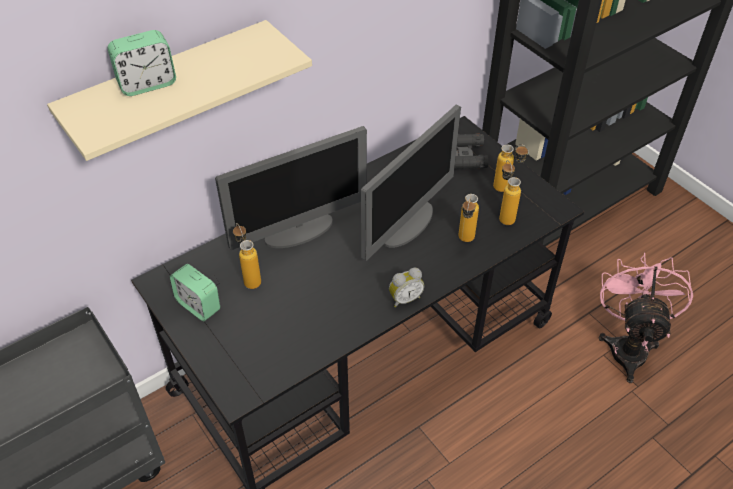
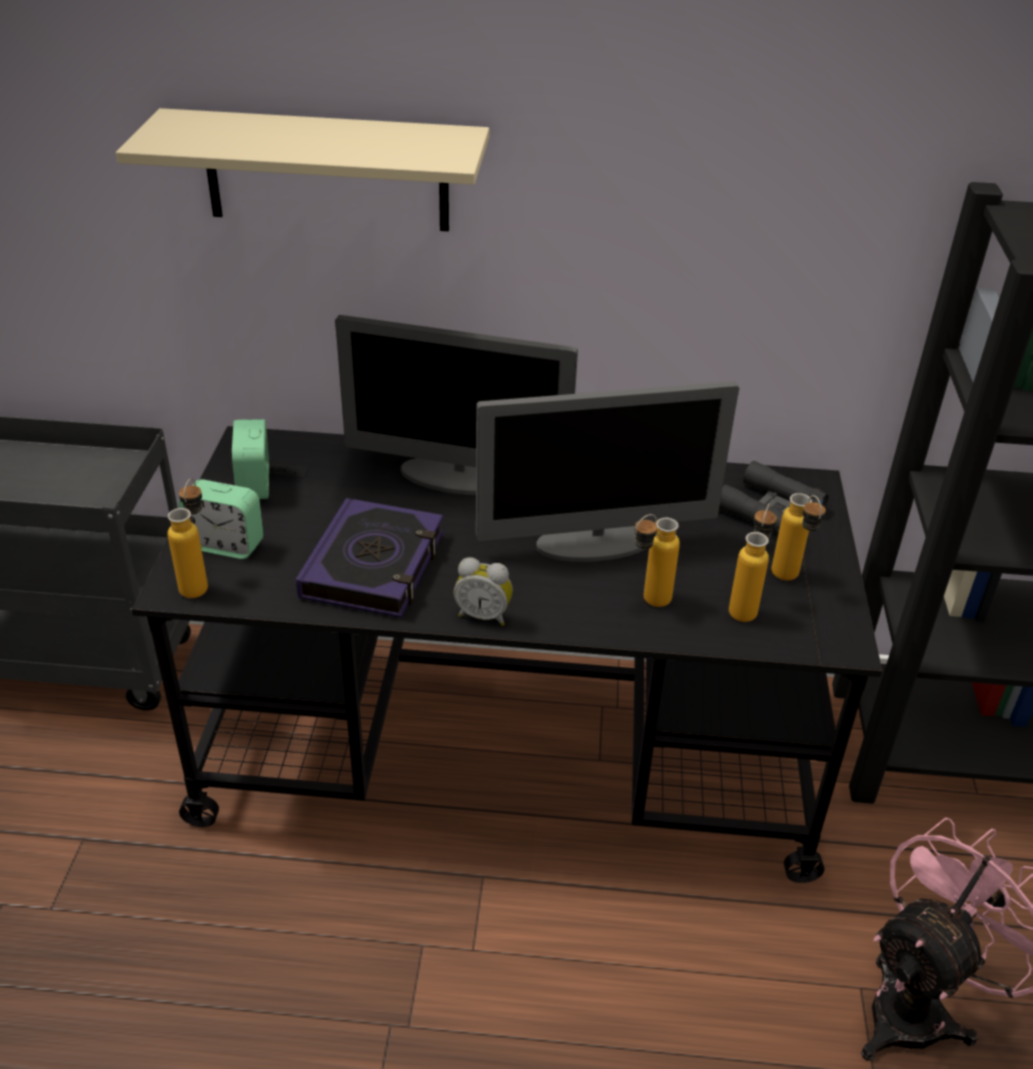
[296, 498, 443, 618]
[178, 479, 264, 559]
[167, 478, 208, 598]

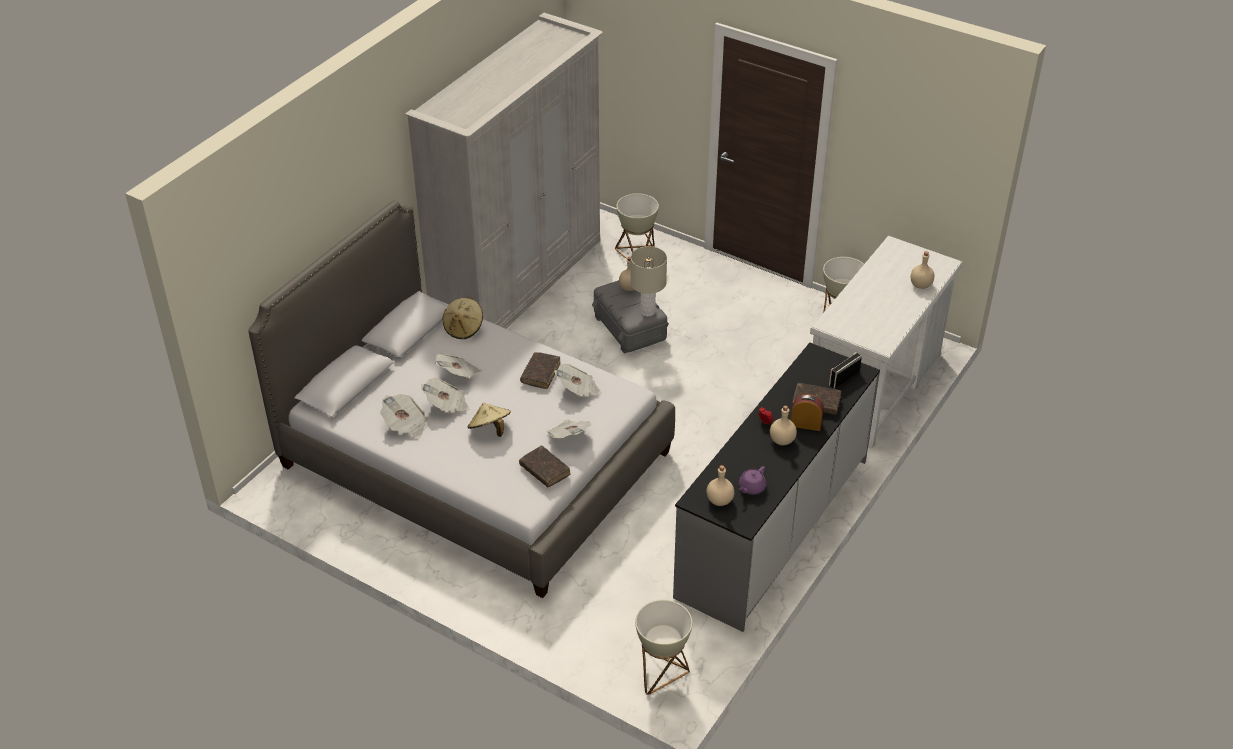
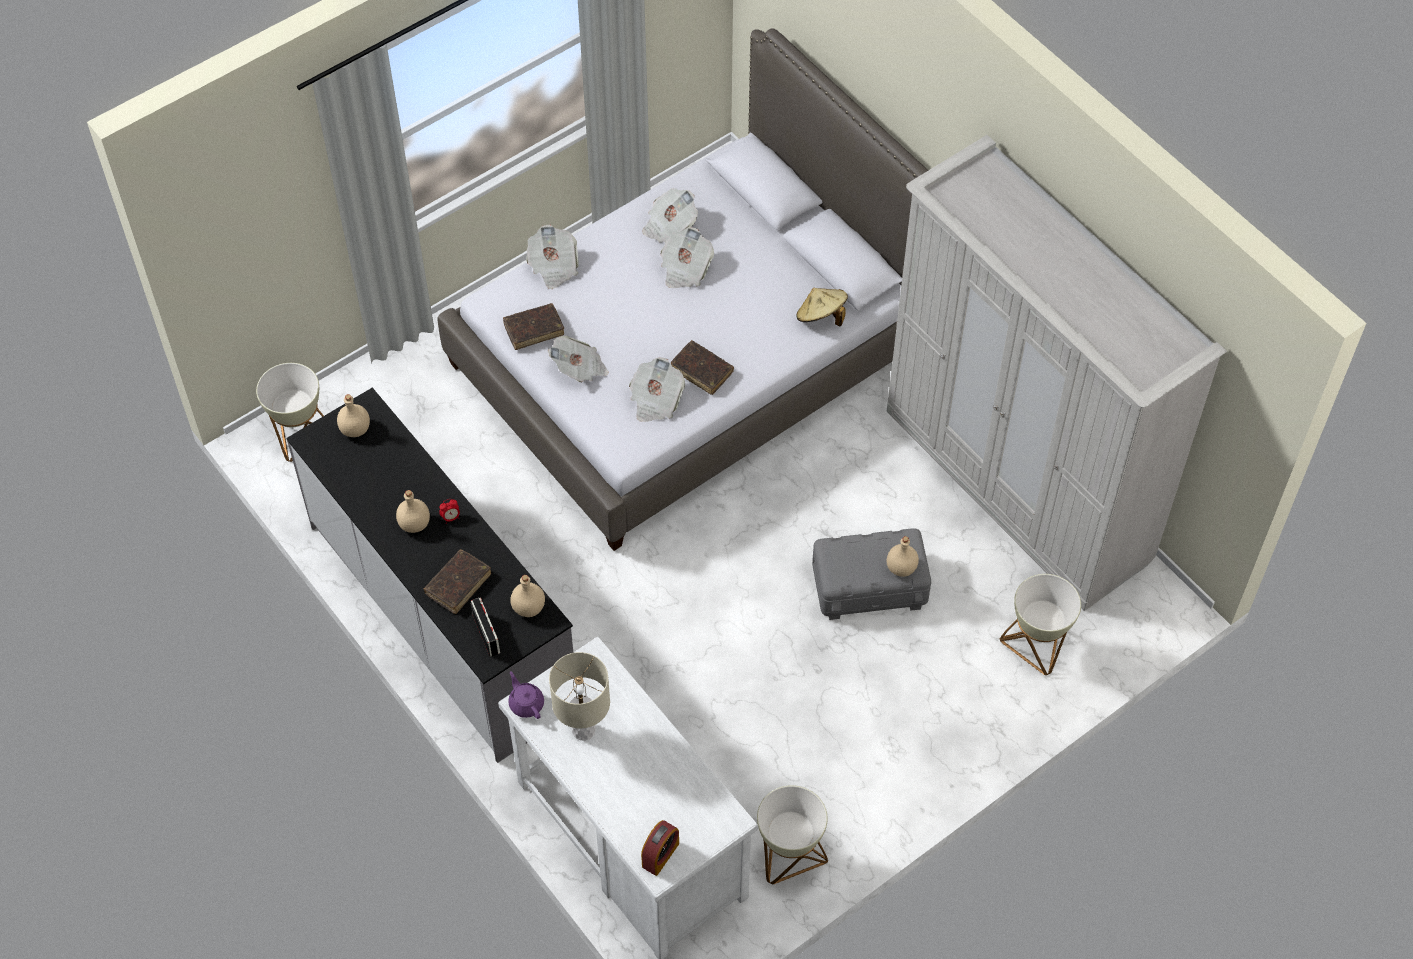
[468, 403, 511, 437] (first image)
[526, 224, 579, 289]
[549, 652, 610, 741]
[508, 672, 544, 719]
[641, 820, 679, 876]
[510, 575, 545, 617]

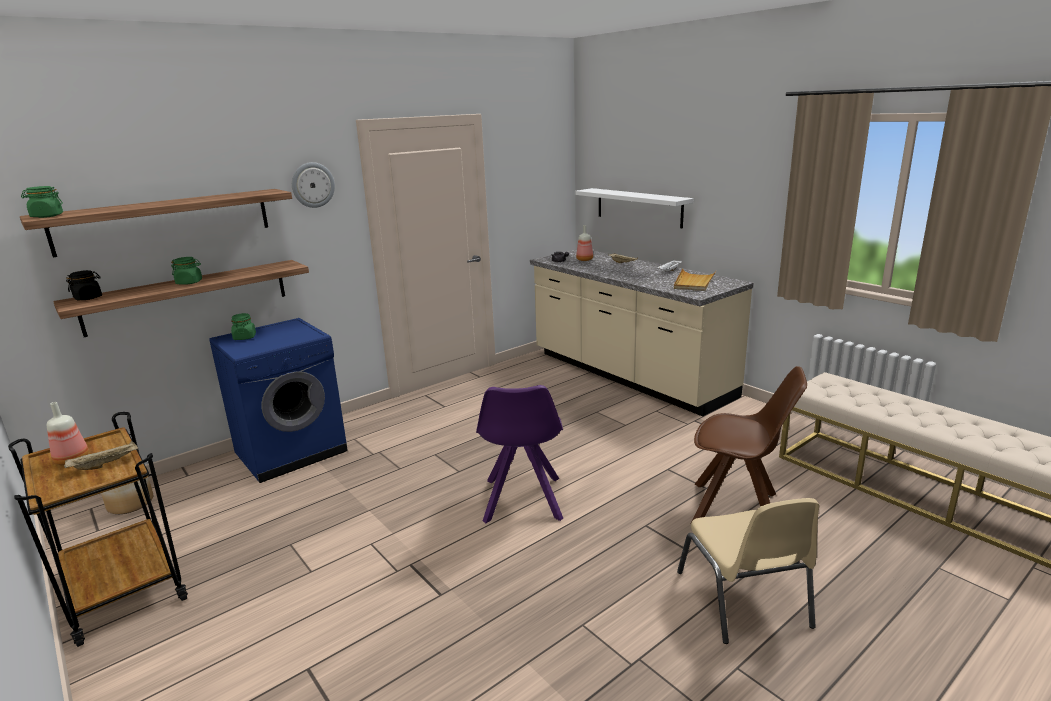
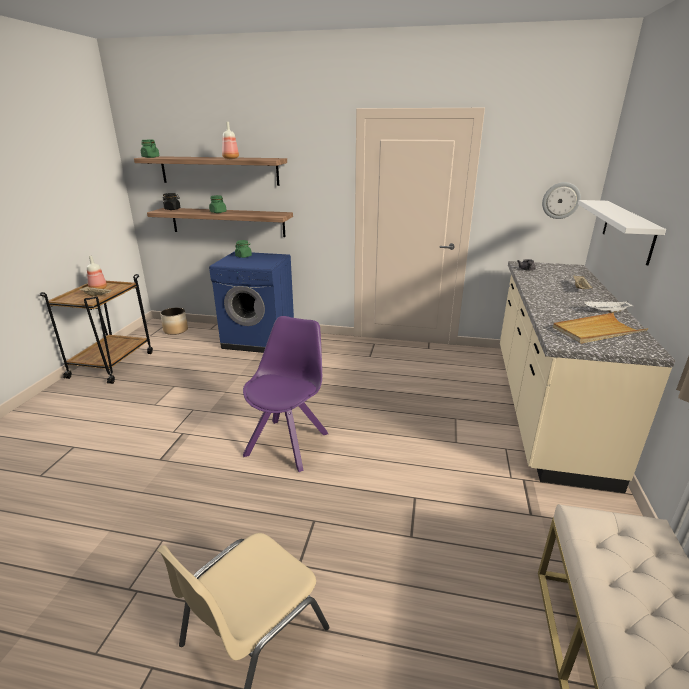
[690, 366, 807, 525] (first image)
[542, 182, 581, 219]
[222, 122, 239, 159]
[243, 316, 328, 472]

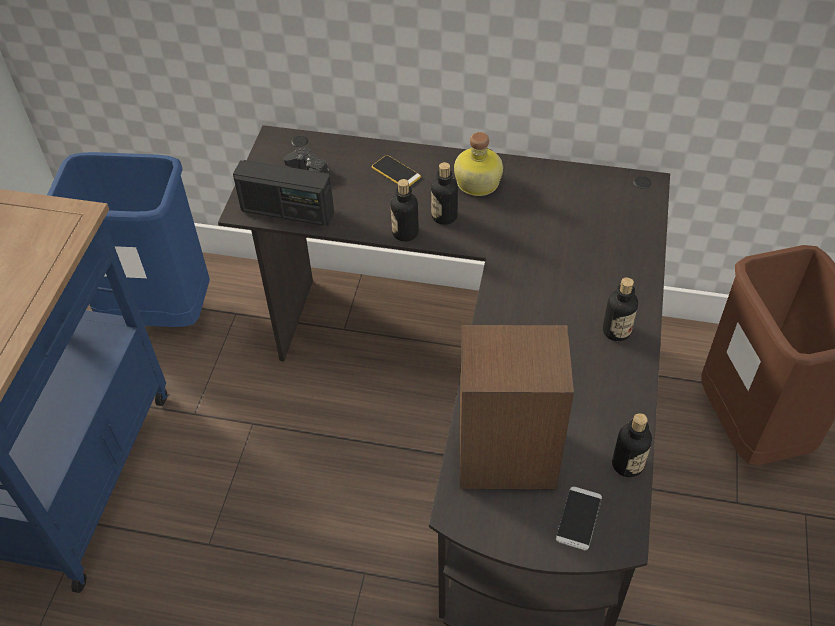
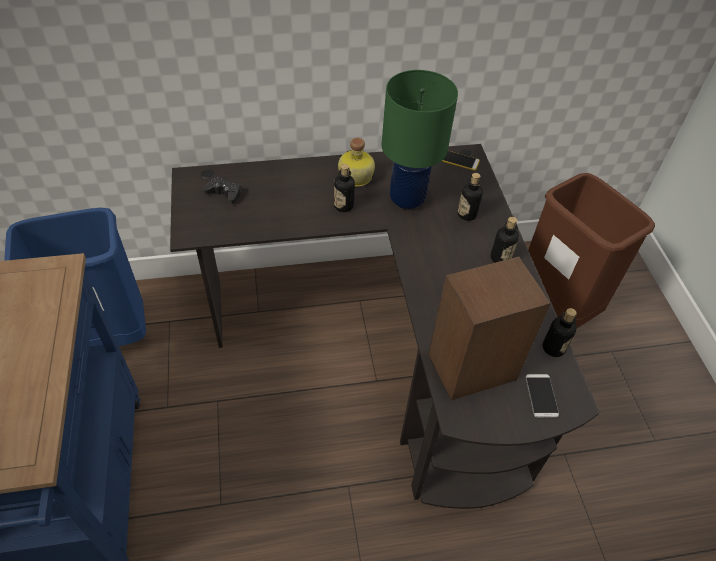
[233, 160, 334, 226] (first image)
[382, 70, 458, 209]
[442, 151, 480, 171]
[458, 173, 483, 221]

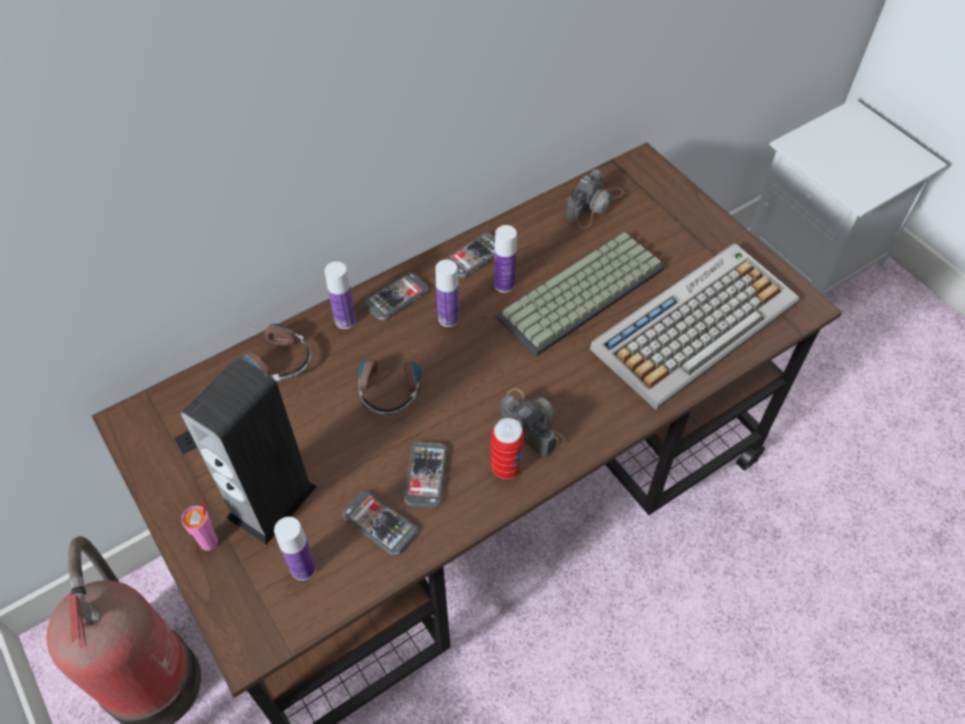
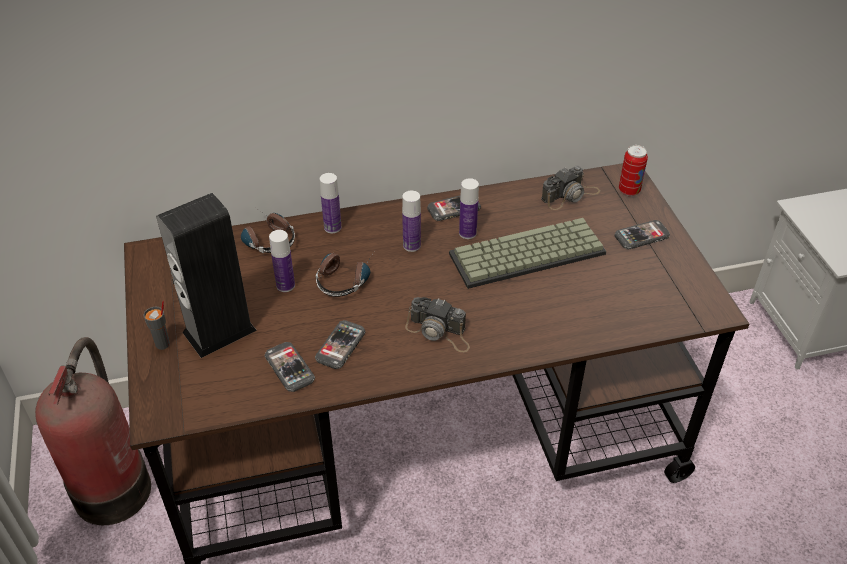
[590, 244, 800, 410] (first image)
[269, 230, 295, 292]
[615, 220, 670, 249]
[619, 145, 648, 196]
[144, 301, 170, 350]
[405, 297, 470, 352]

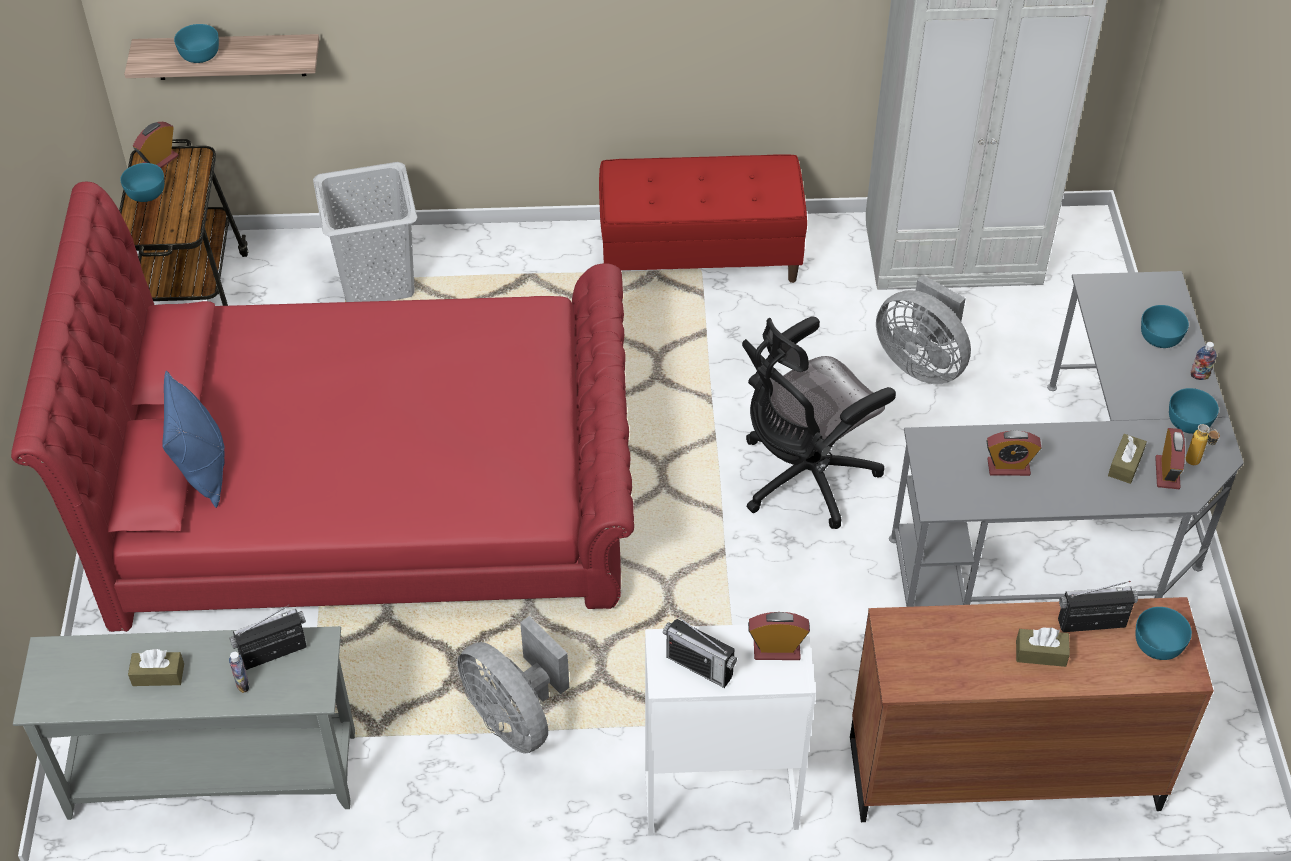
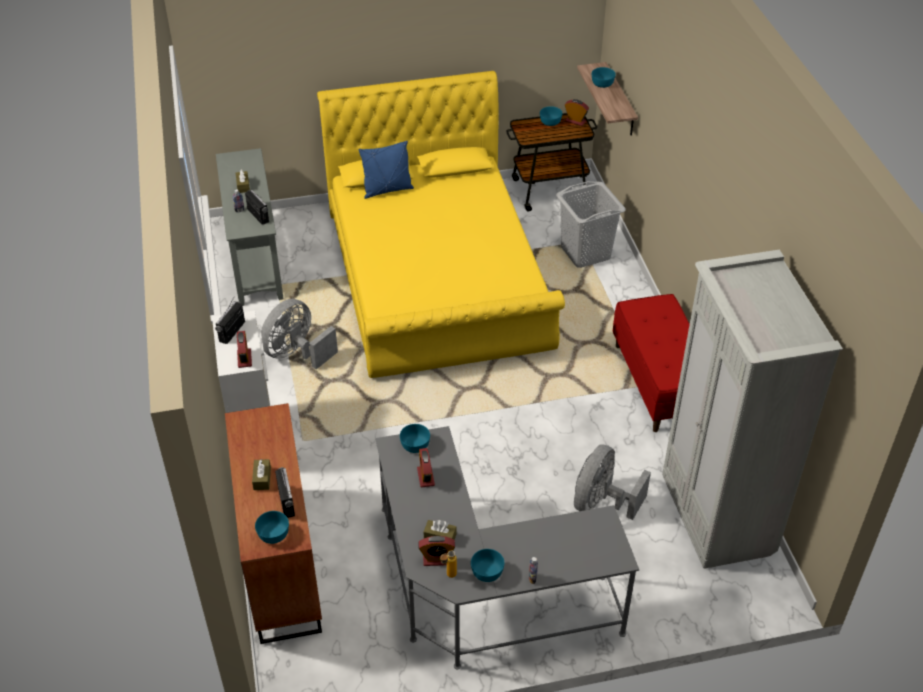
[742, 316, 896, 529] (first image)
[400, 424, 430, 453]
[317, 71, 565, 378]

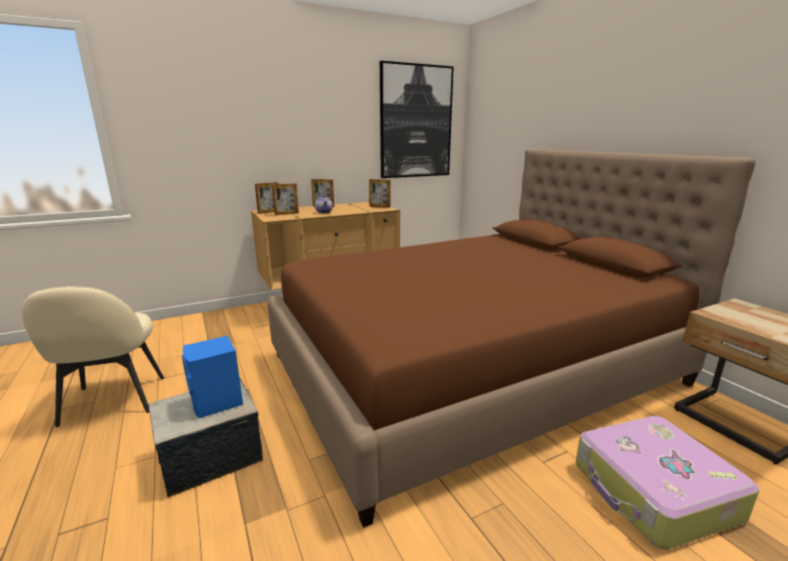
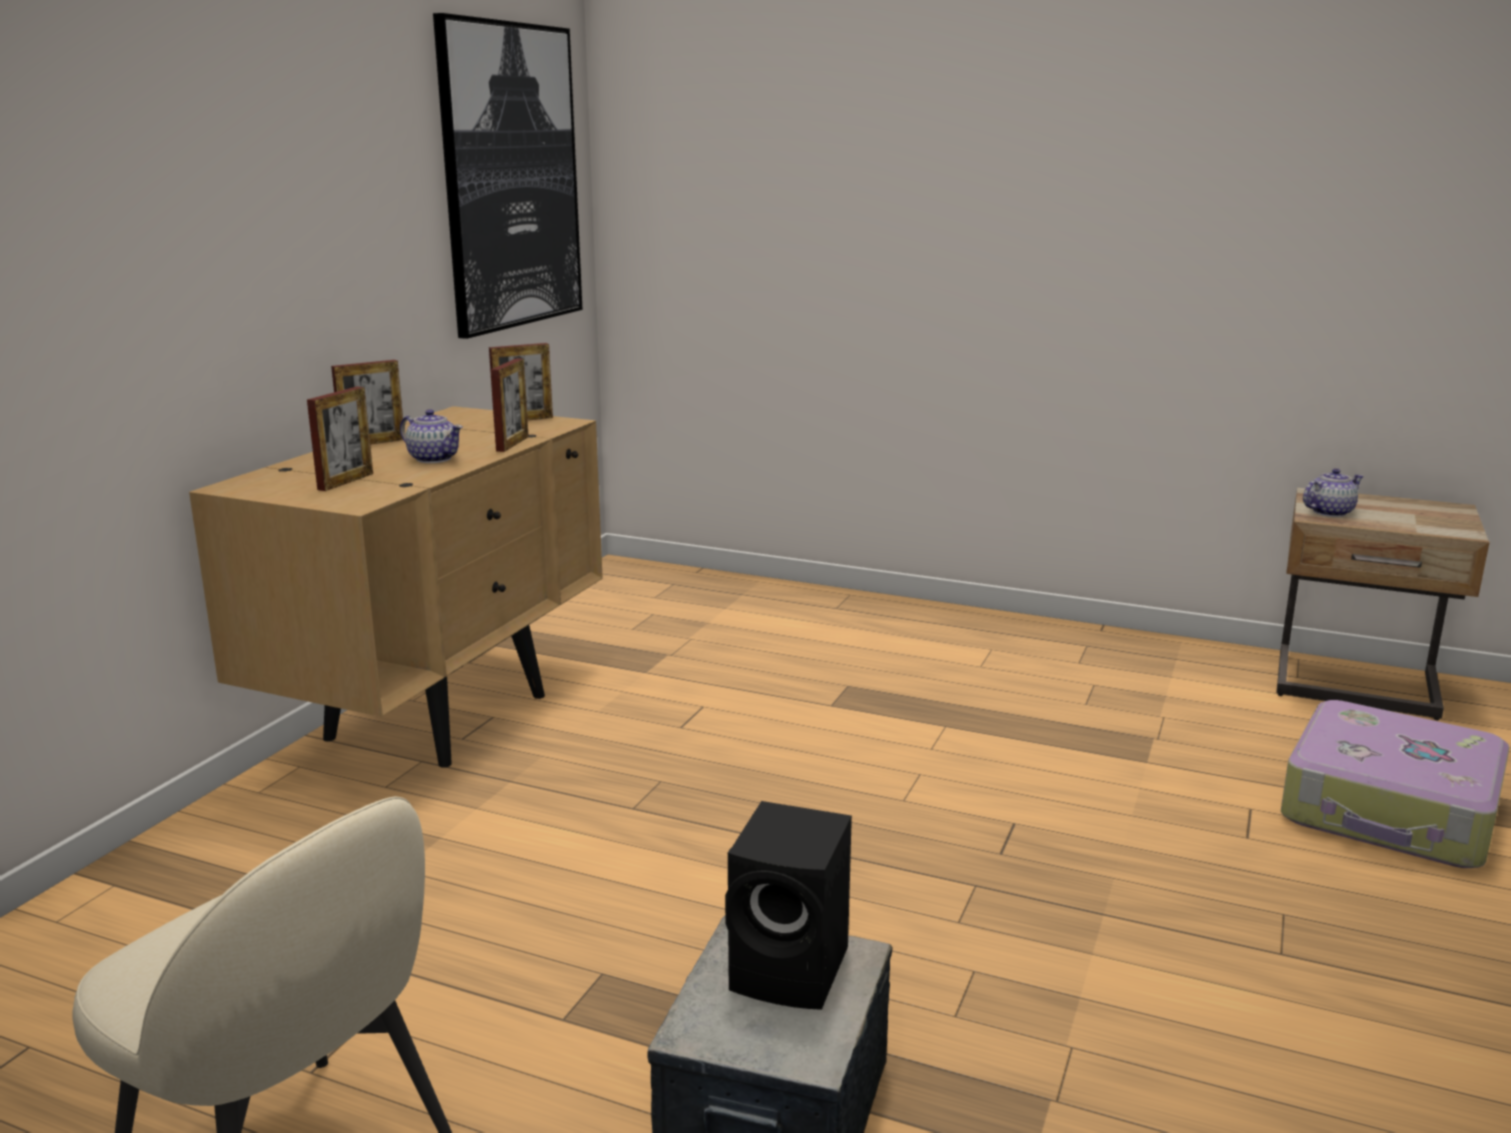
[268, 149, 756, 528] (first image)
[1303, 468, 1364, 517]
[491, 358, 529, 452]
[725, 801, 852, 1010]

